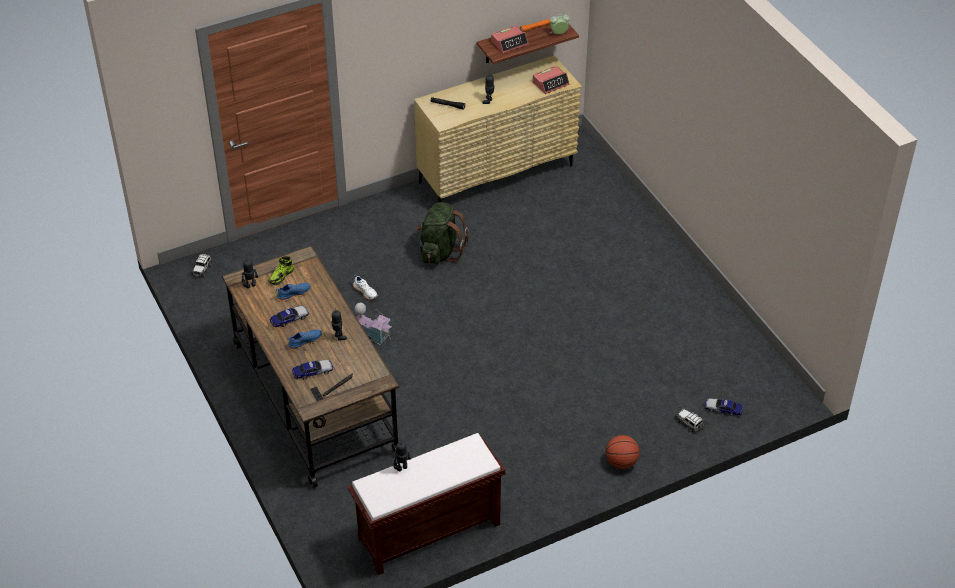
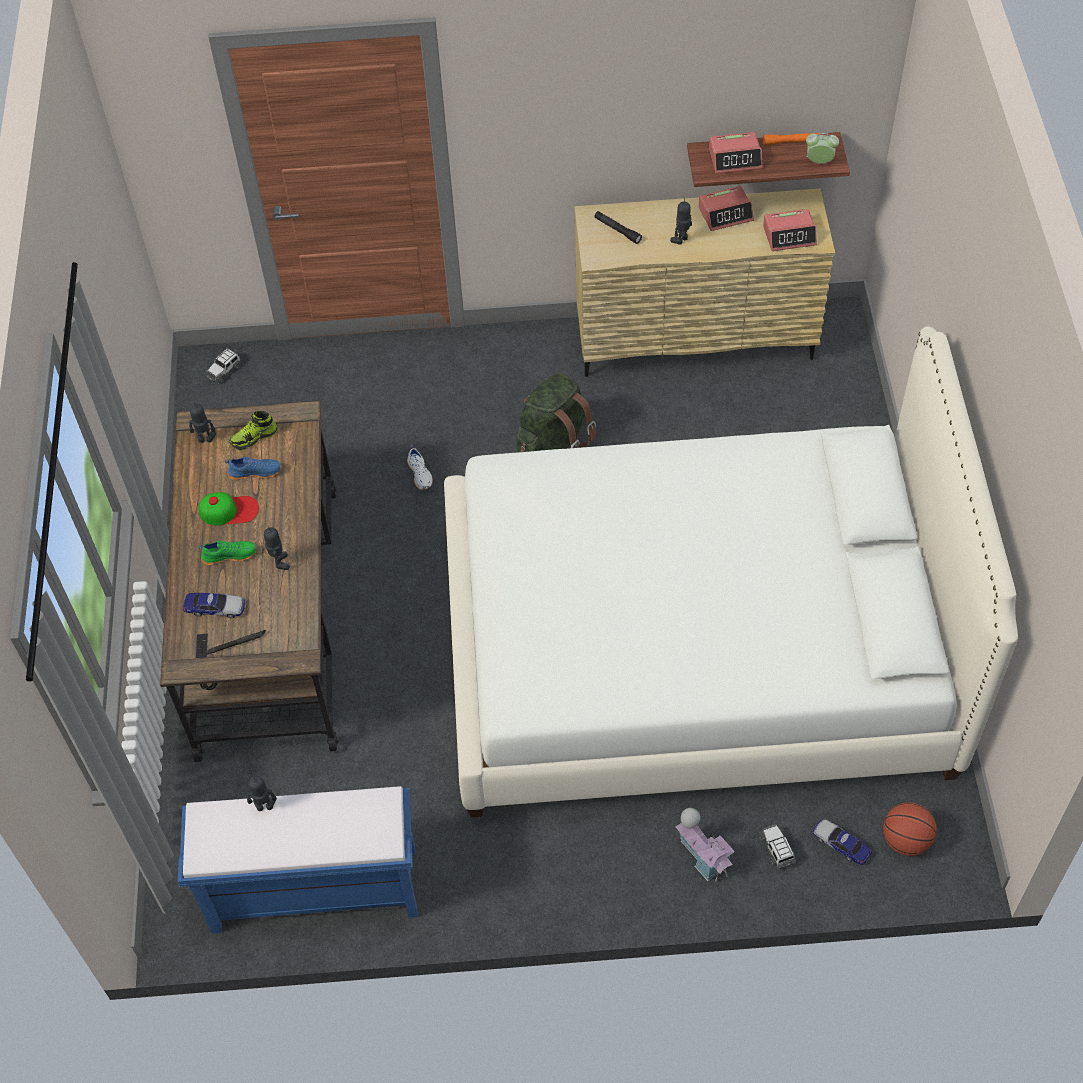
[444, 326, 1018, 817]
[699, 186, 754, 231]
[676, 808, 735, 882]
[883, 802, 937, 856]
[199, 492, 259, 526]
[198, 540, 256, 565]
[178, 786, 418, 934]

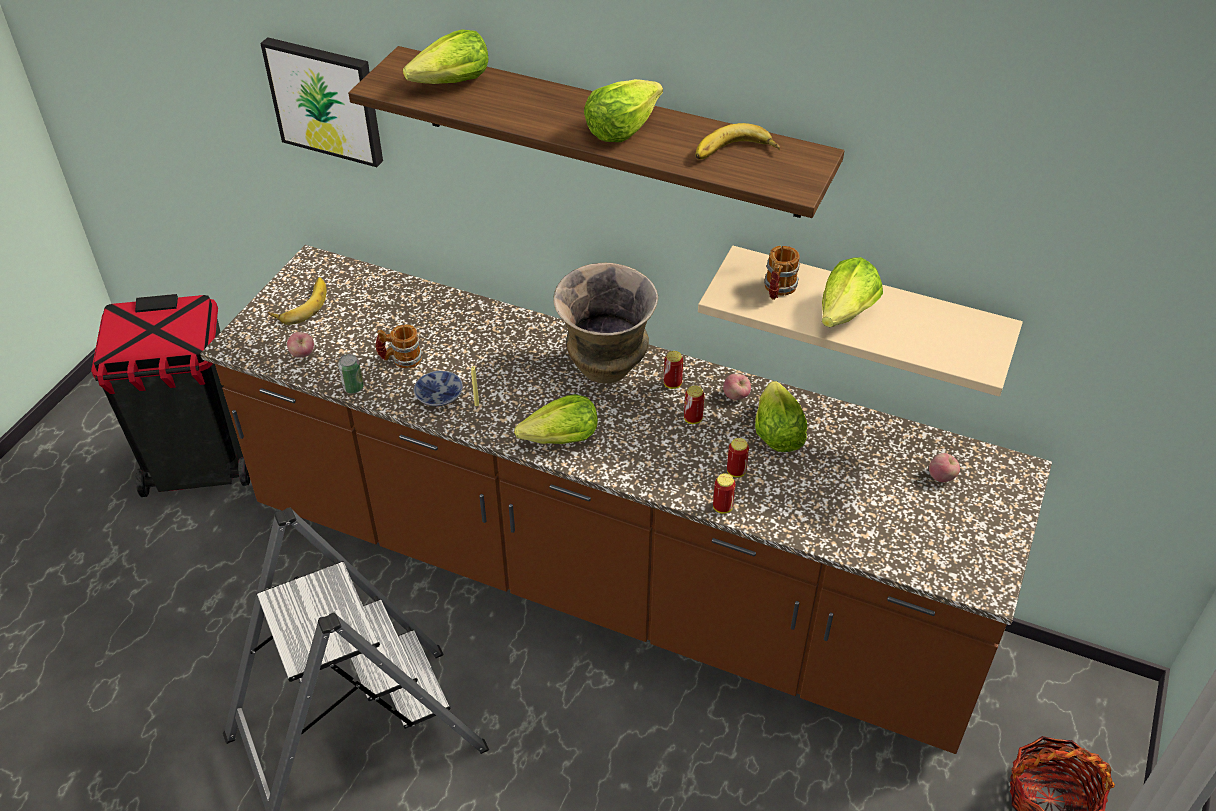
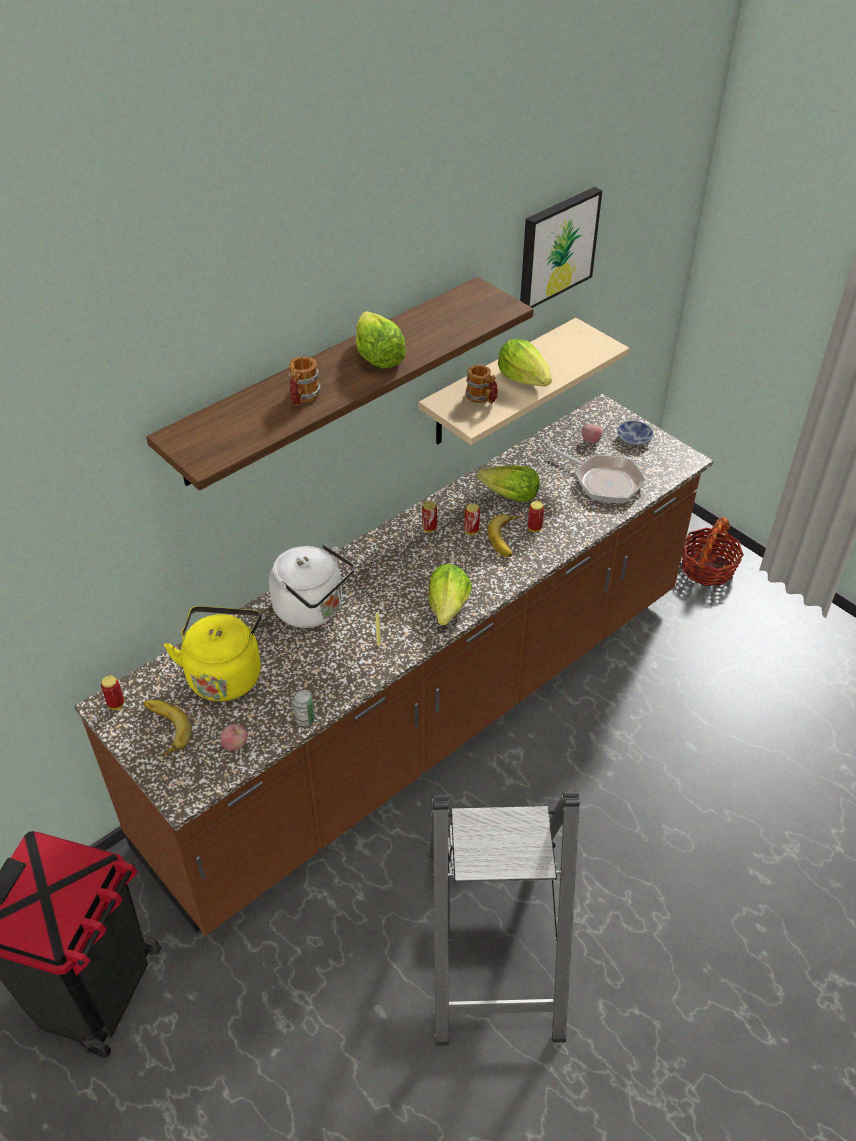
[403, 29, 488, 84] (first image)
[553, 263, 658, 384] (first image)
[723, 374, 751, 400] (first image)
[164, 606, 261, 702]
[269, 544, 354, 628]
[548, 446, 646, 503]
[520, 187, 602, 308]
[288, 356, 321, 406]
[617, 421, 653, 446]
[487, 514, 522, 557]
[101, 675, 124, 710]

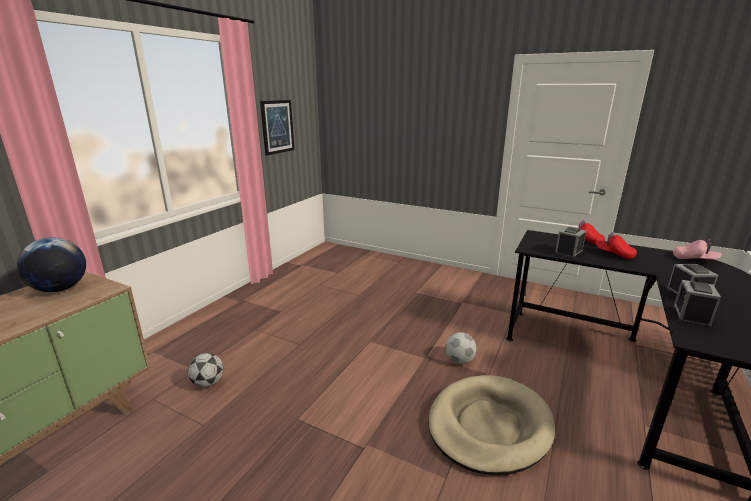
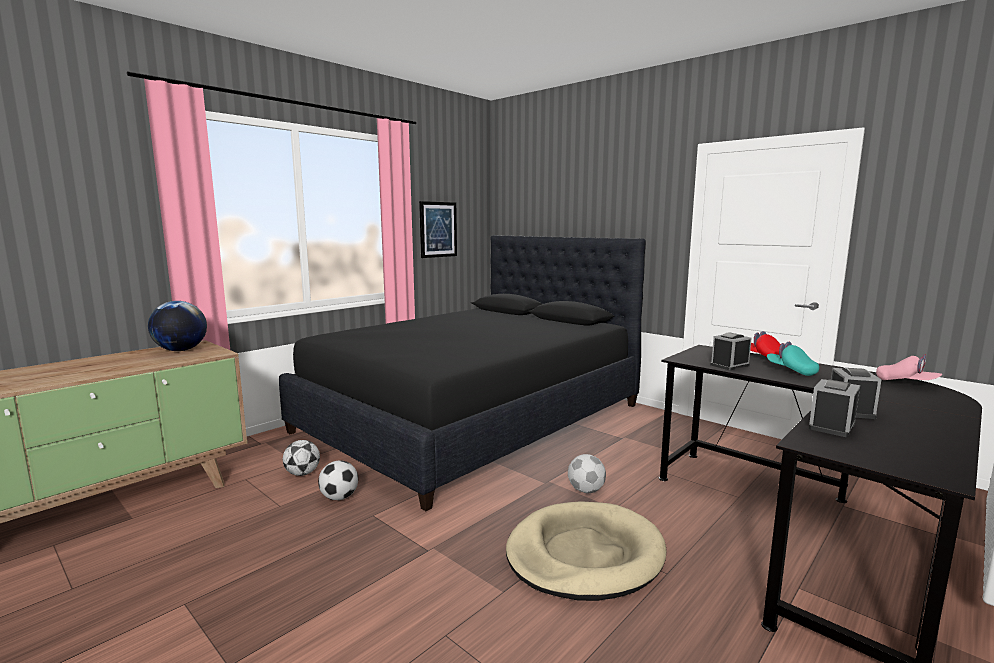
[279, 235, 646, 511]
[318, 460, 358, 500]
[767, 342, 819, 376]

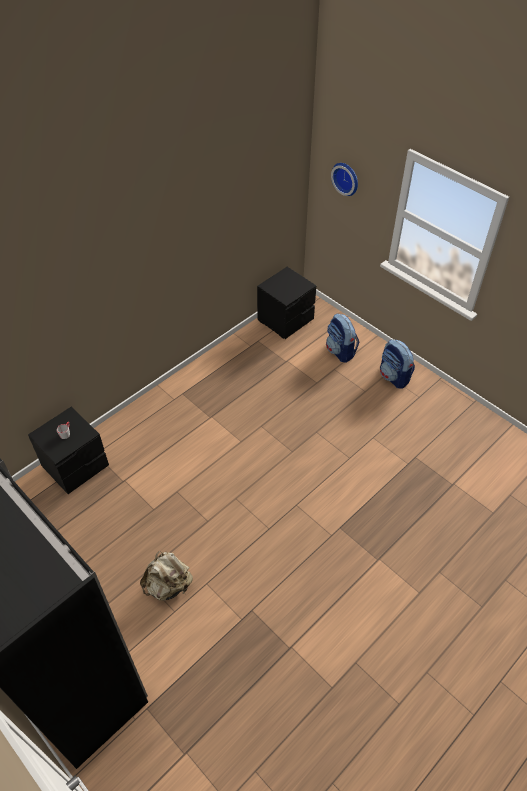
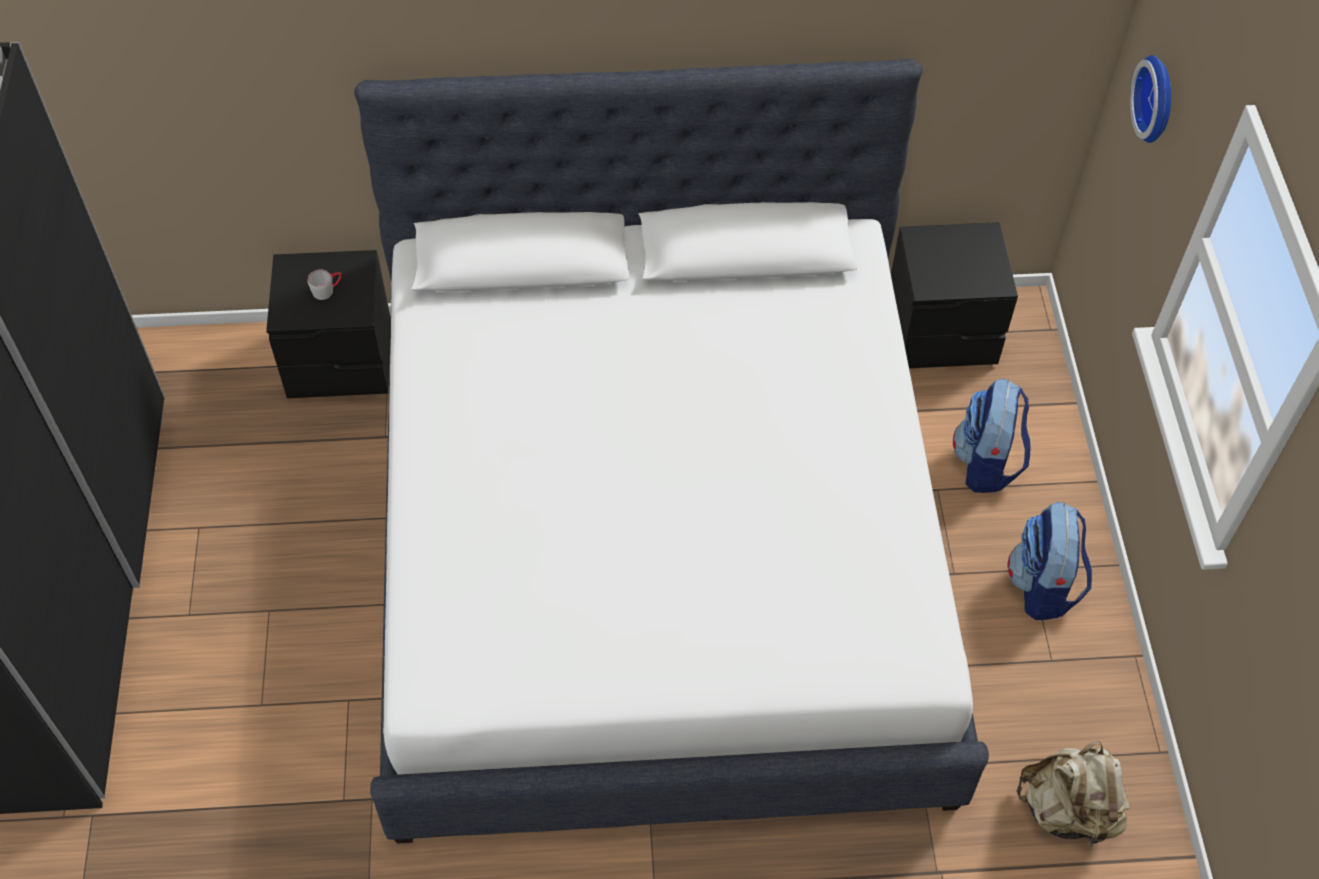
[354, 58, 989, 844]
[1017, 741, 1130, 850]

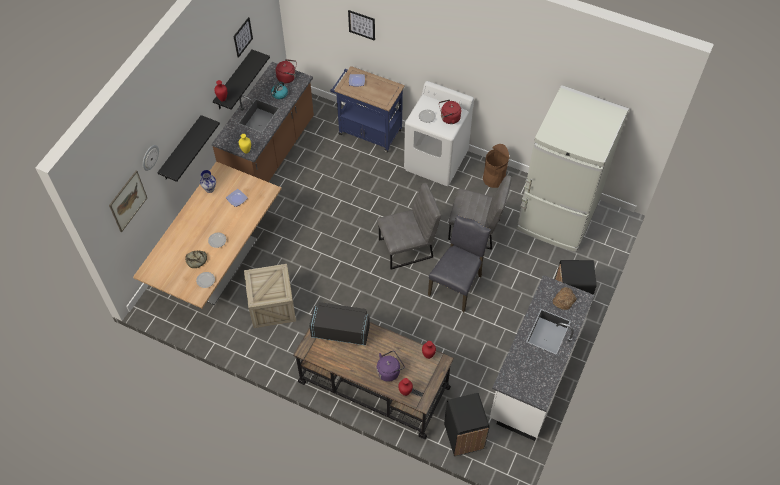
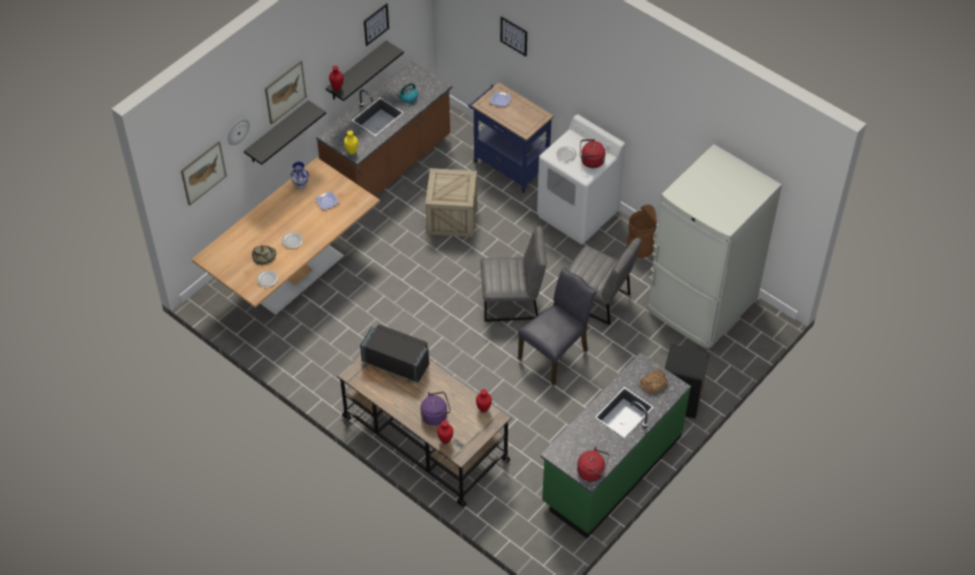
[444, 393, 490, 456] (first image)
[265, 61, 307, 125]
[425, 168, 477, 237]
[577, 447, 609, 482]
[540, 353, 691, 538]

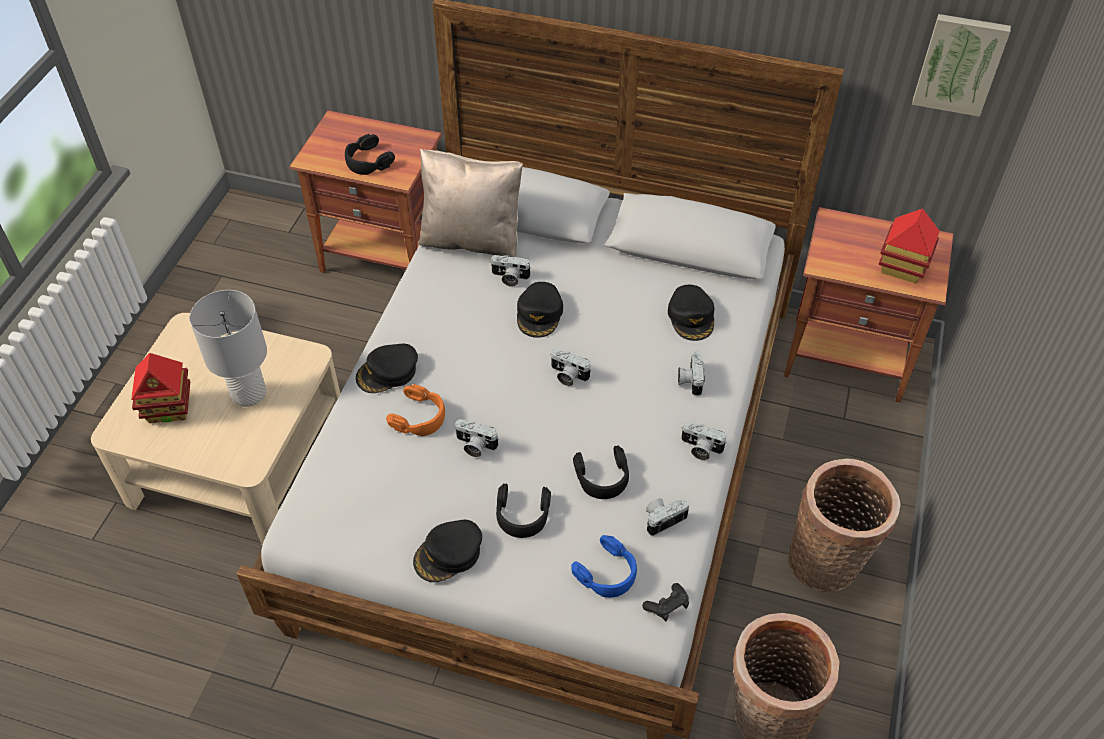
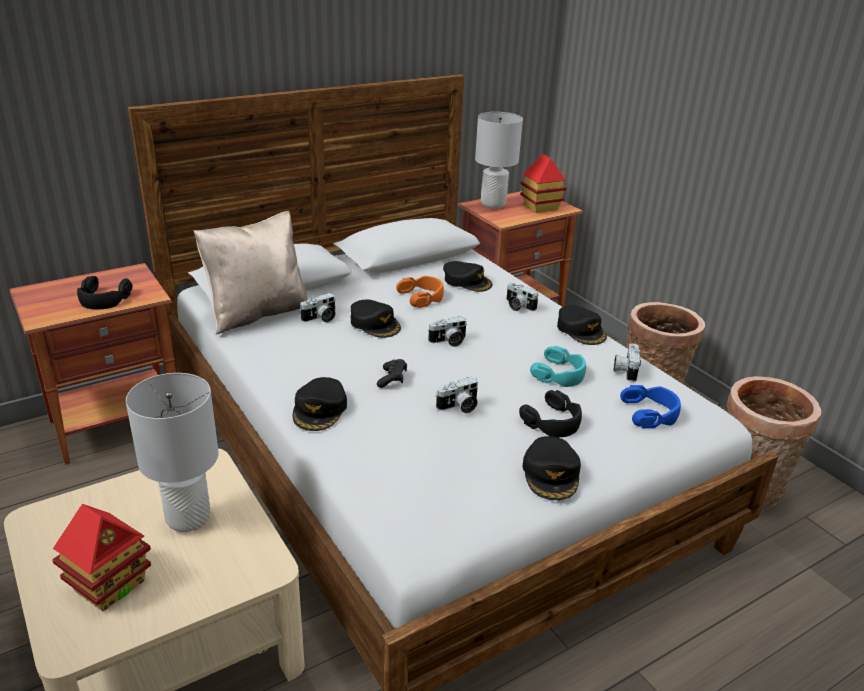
[912, 14, 1011, 117] (first image)
[475, 112, 523, 209]
[396, 276, 444, 308]
[377, 359, 407, 388]
[557, 305, 607, 345]
[530, 346, 586, 387]

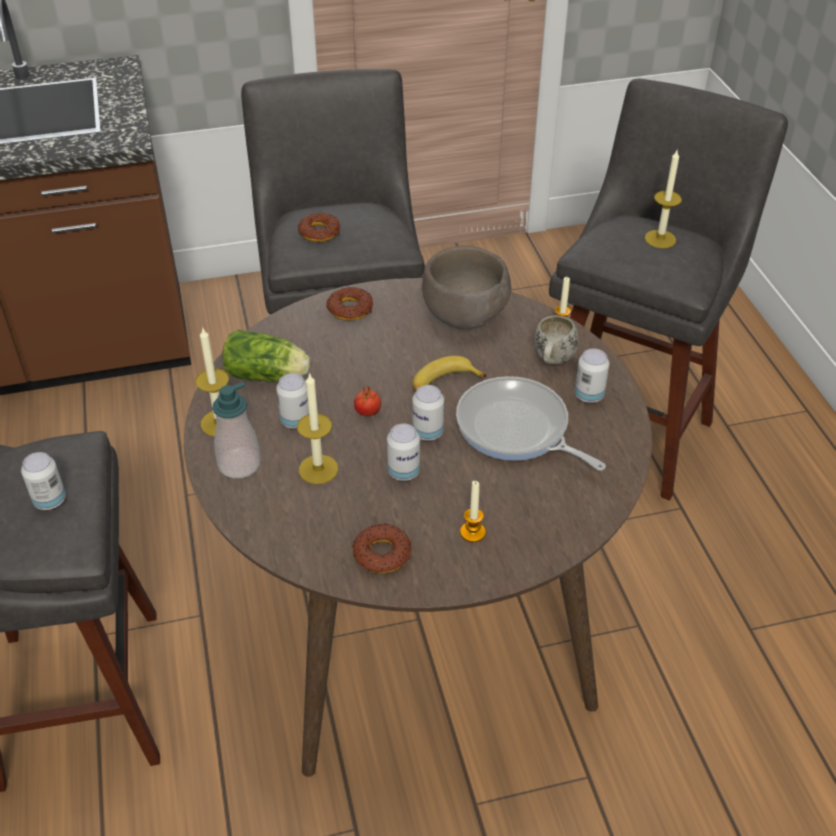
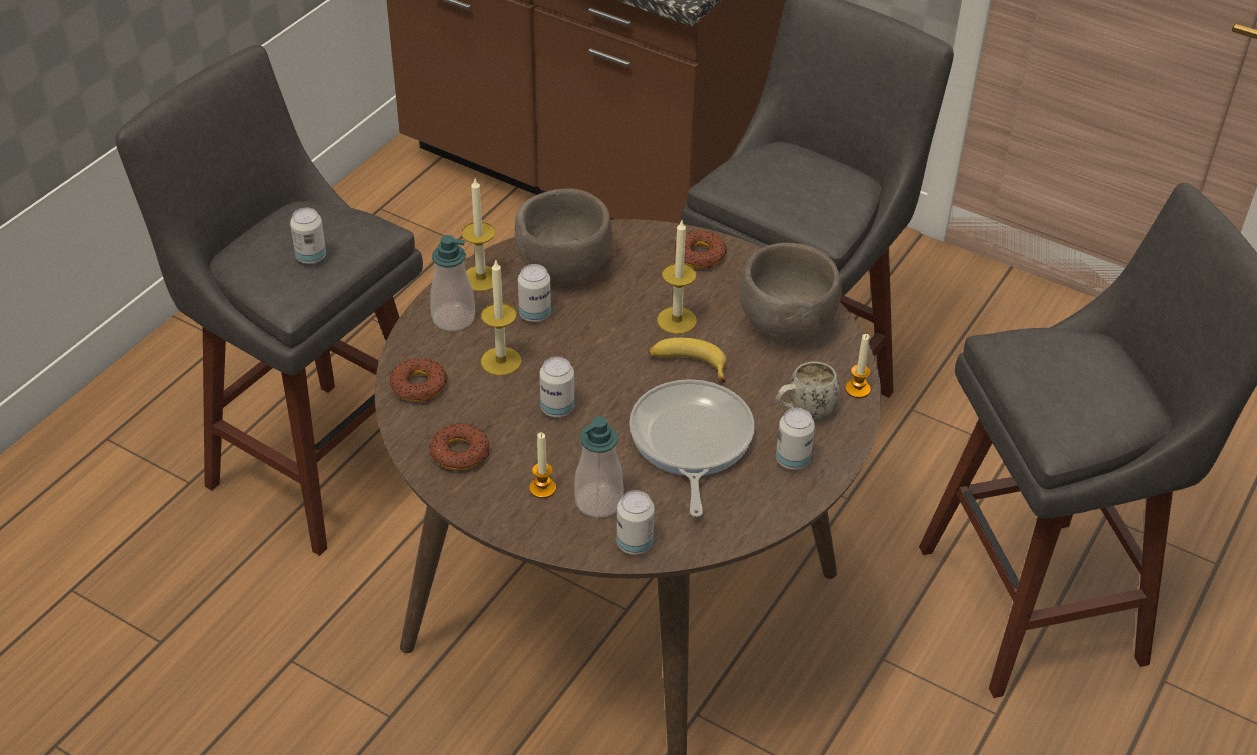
[354, 385, 381, 416] (first image)
[574, 416, 624, 518]
[389, 358, 448, 402]
[617, 490, 655, 555]
[657, 221, 697, 334]
[515, 189, 612, 283]

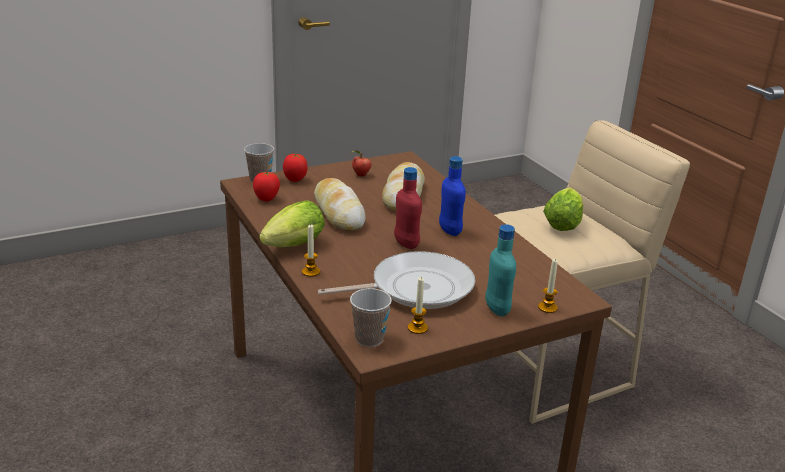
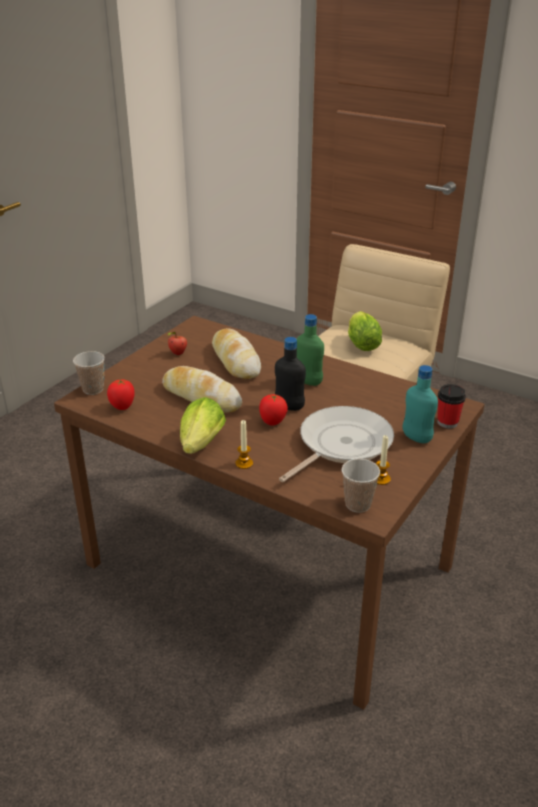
[259, 394, 288, 426]
[437, 384, 466, 429]
[275, 337, 306, 411]
[297, 314, 324, 386]

